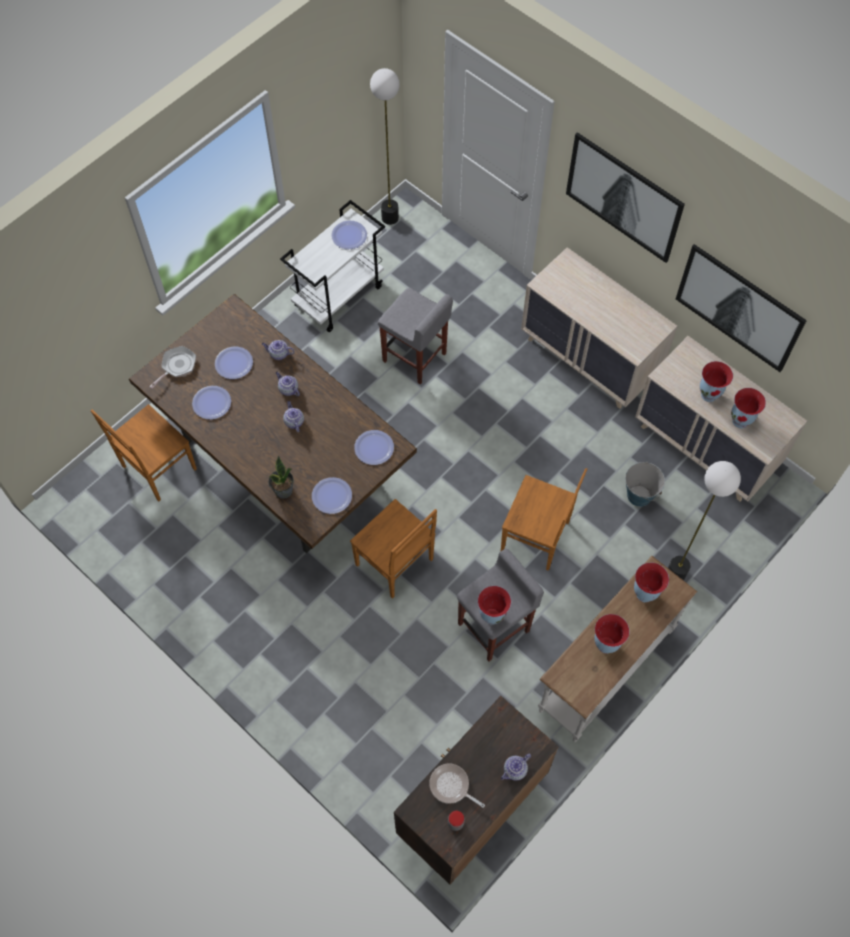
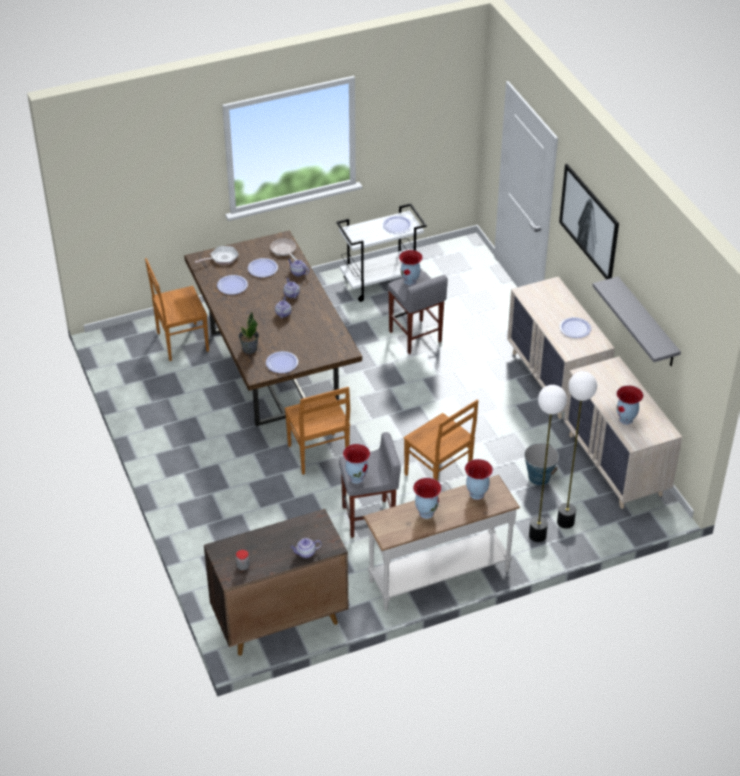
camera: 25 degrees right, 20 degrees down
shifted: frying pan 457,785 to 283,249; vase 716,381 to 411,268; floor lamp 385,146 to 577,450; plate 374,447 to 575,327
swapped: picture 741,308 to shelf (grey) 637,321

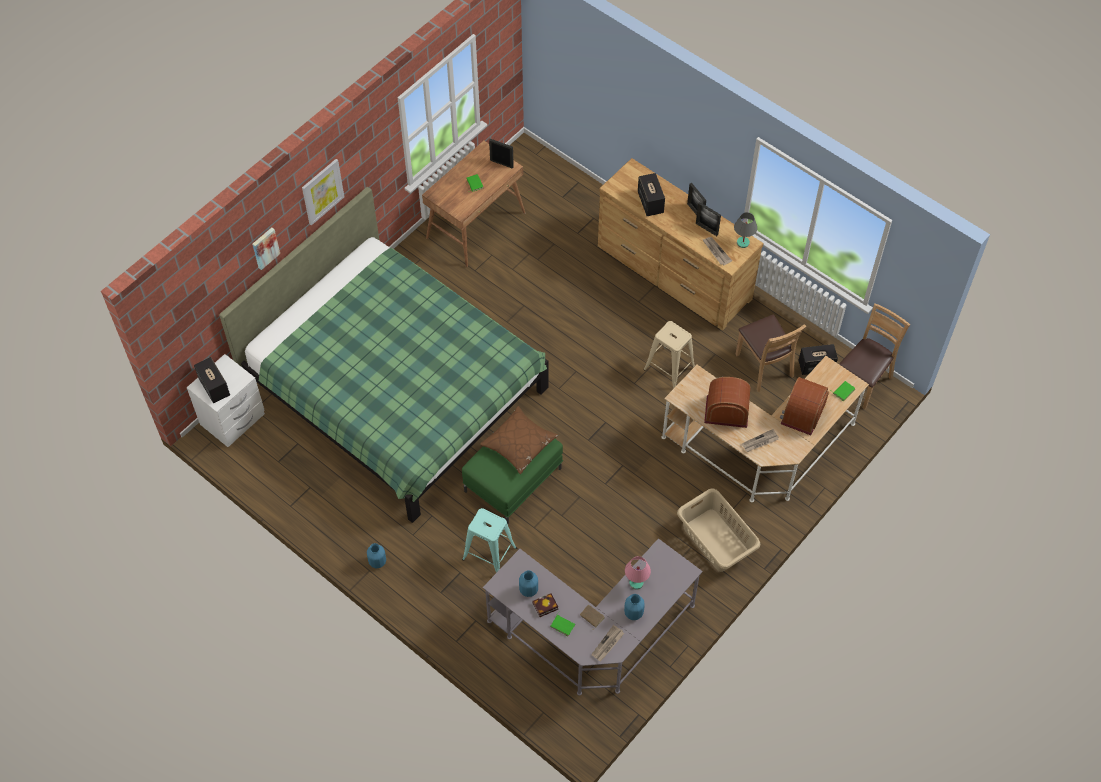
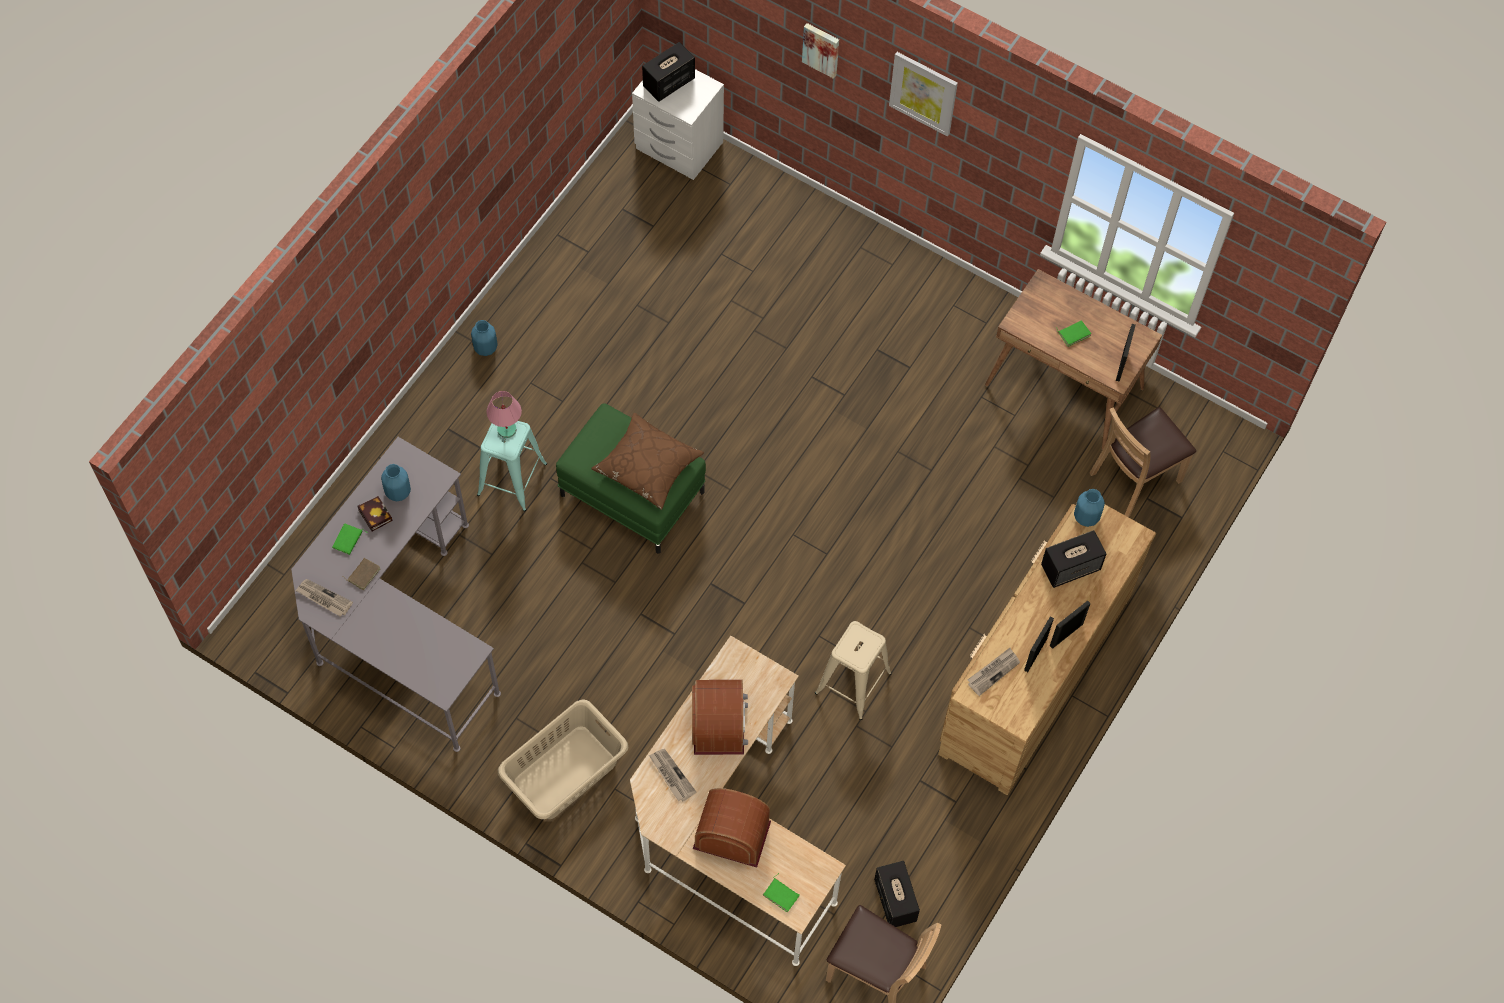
camera: 80 degrees right, 5 degrees up
gone: bed (green) 384,355; table lamp (grey) 745,230
shifted: table lamp (pink) 638,573 to 504,414; vase (blue) 634,607 to 1089,508; chair (brown) 771,353 to 1143,462

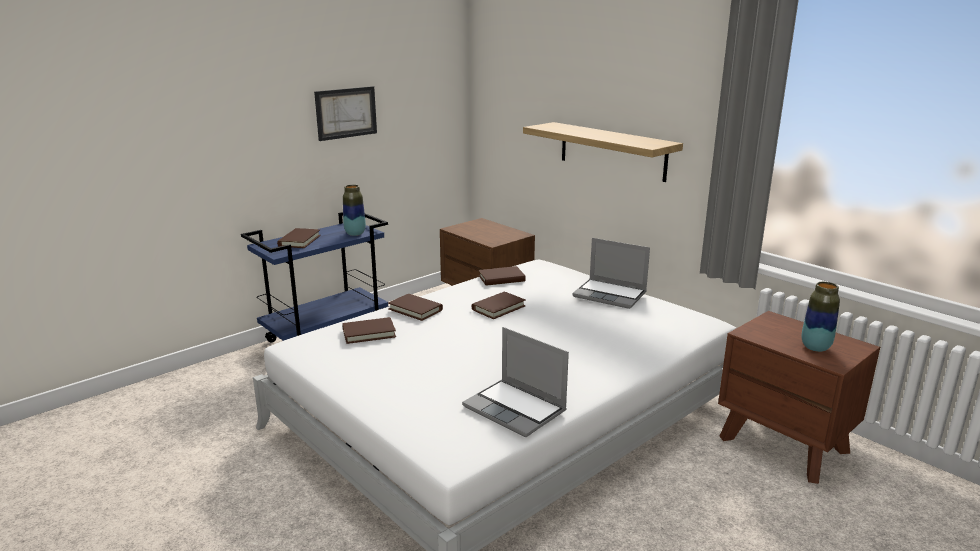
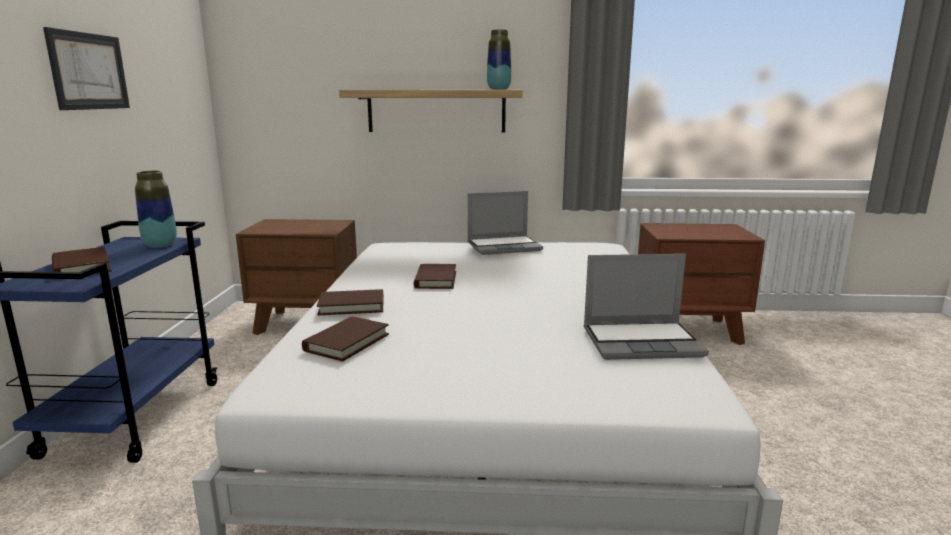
camera: 45 degrees left, 5 degrees down
gone: book (brown) 502,276
shifted: vase 821,317 to 499,59

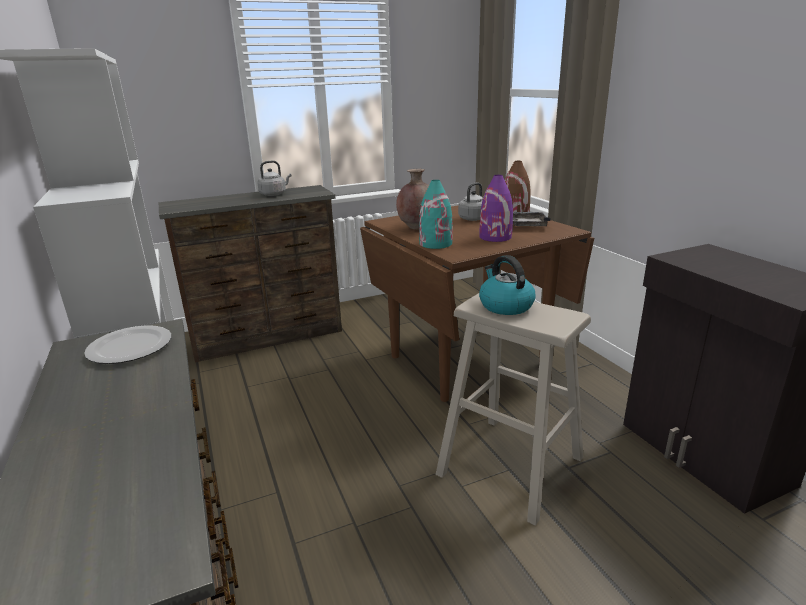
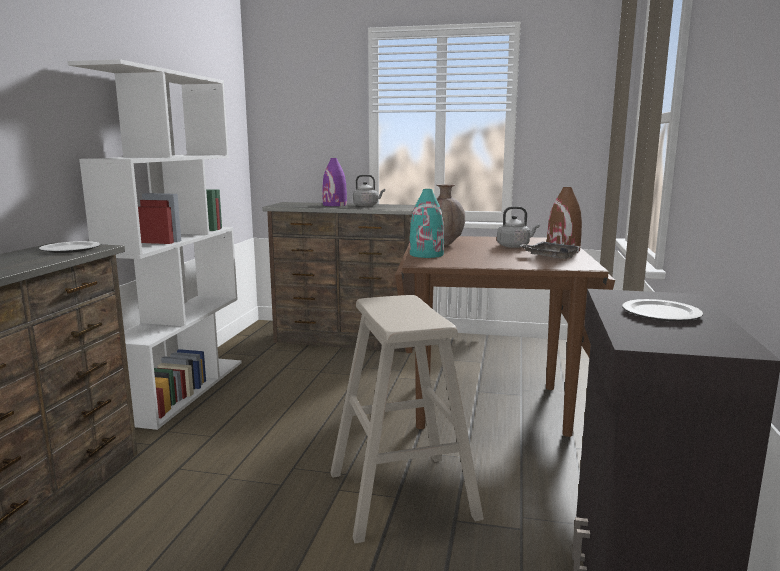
camera: 35 degrees right, 10 degrees down
gone: kettle 507,285
new: plate 662,310
shifted: vase (purple) 496,208 to 334,182

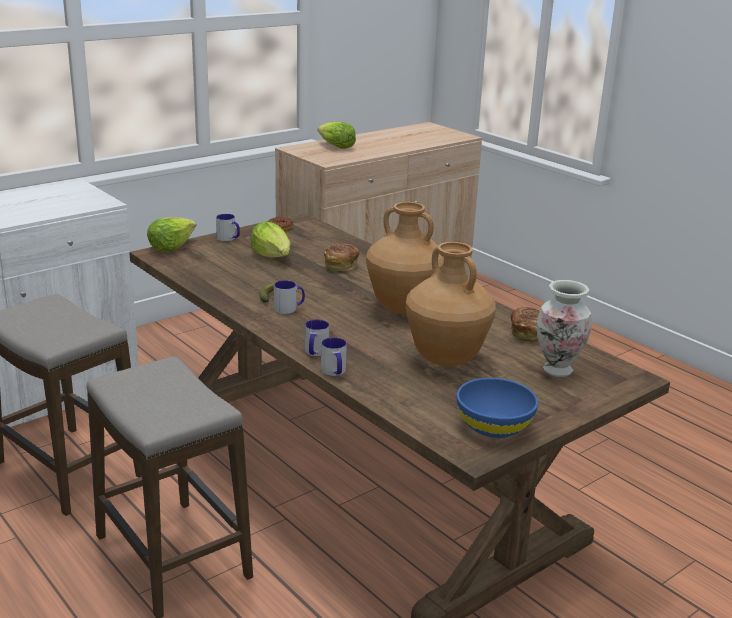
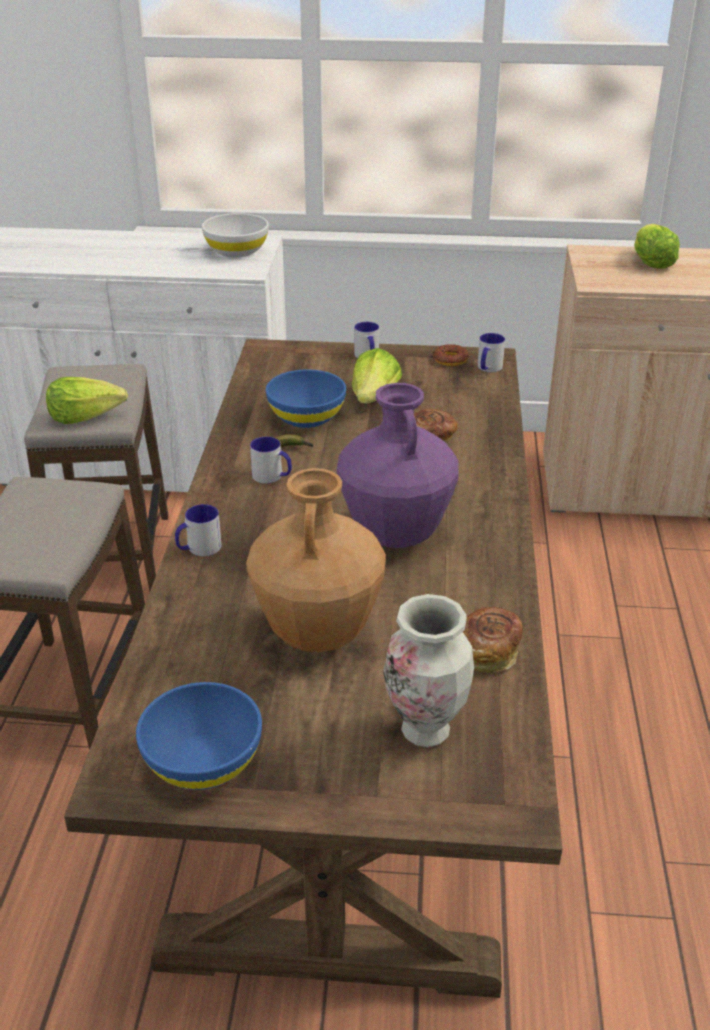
camera: 45 degrees right, 10 degrees up
new: bowl (white) 235,235; bowl (blue) 306,398
shifted: lettuce 171,234 to 87,400; mug 334,356 to 491,352
repainted: vase (brown) 405,258 to vase (purple) 398,465

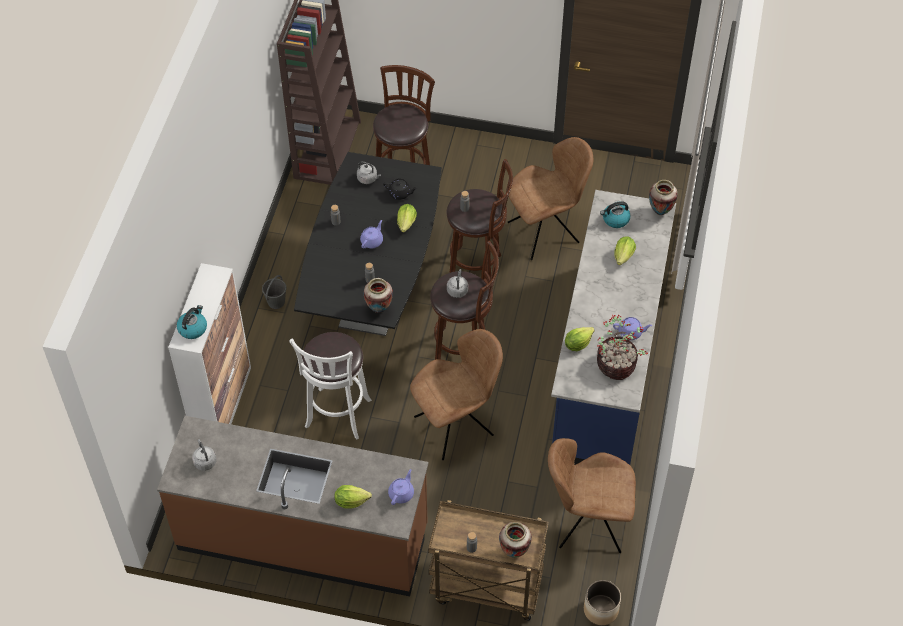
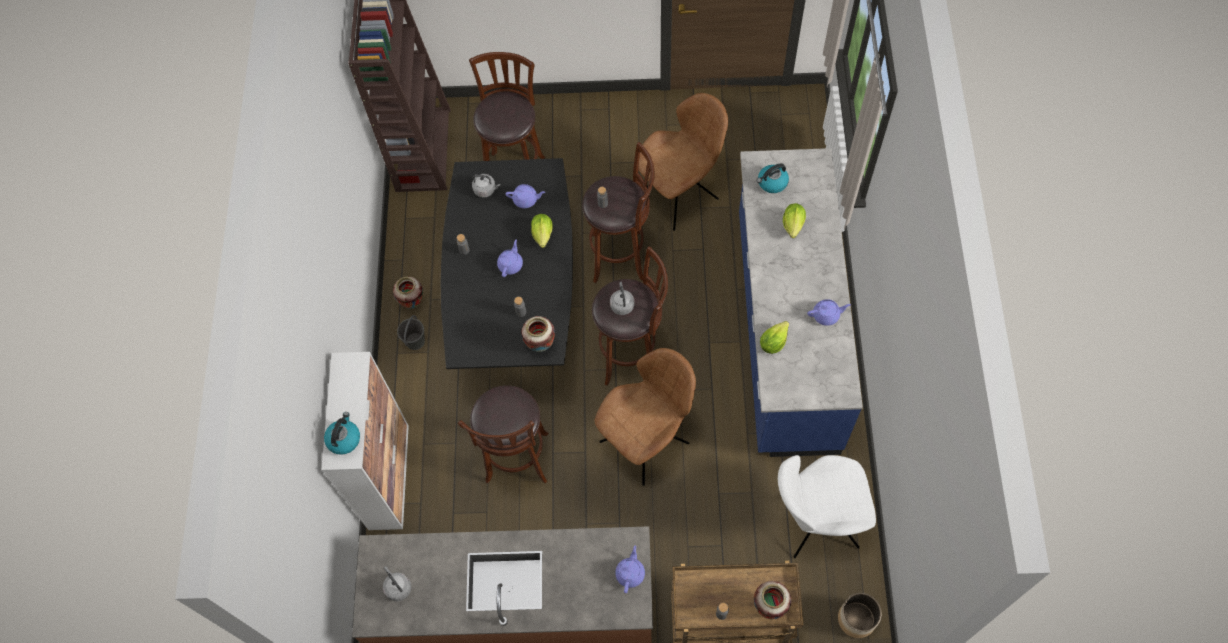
camera: 10 degrees left, 10 degrees up
gone: lettuce 353,497; potted plant 622,347
shifted: vase 663,197 to 408,292
repainted: stool (white) 330,386 to stool (brown) 503,434; teapot (black) 400,189 to teapot (purple) 525,196; chair (brown) 592,495 to chair (white) 827,506

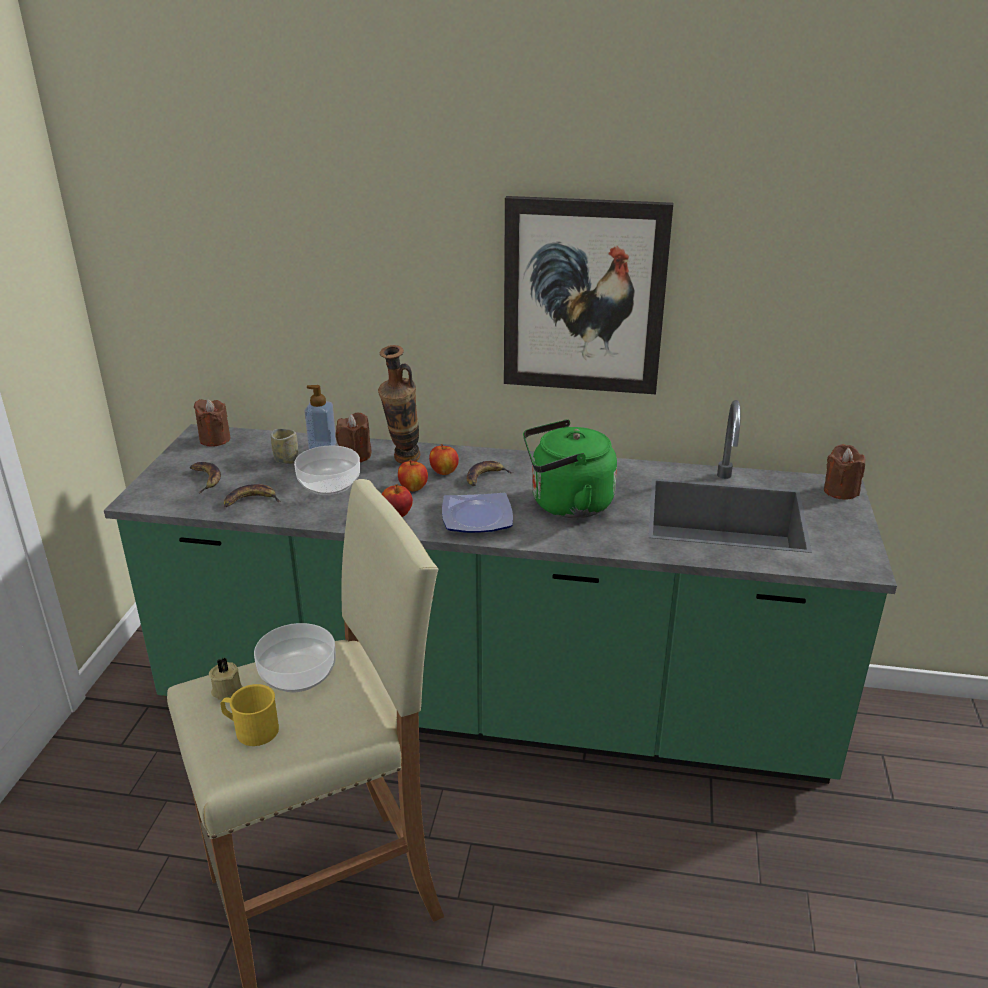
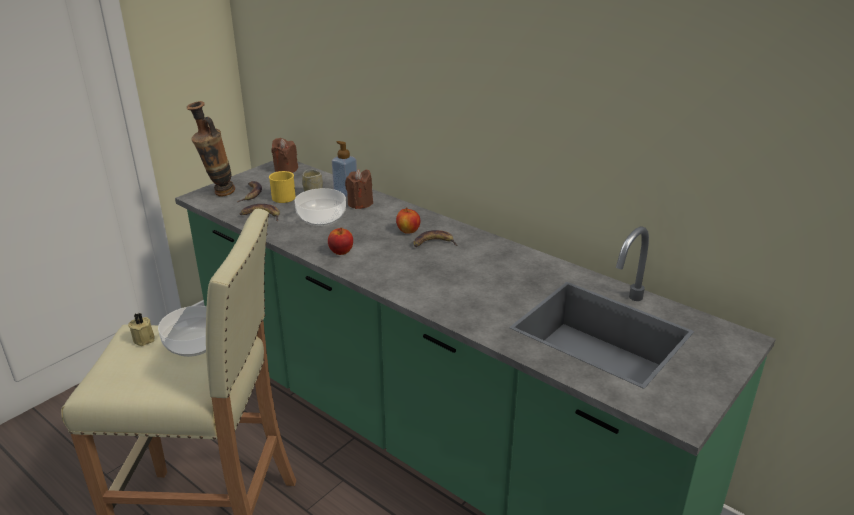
camera: 30 degrees right, 0 degrees up
gone: apple 413,475; plate 477,513; picture 588,295; kettle (green) 570,469; candle (brown) 844,471
shifted: vase 399,404 to 211,148; mug (yellow) 249,715 to 282,187

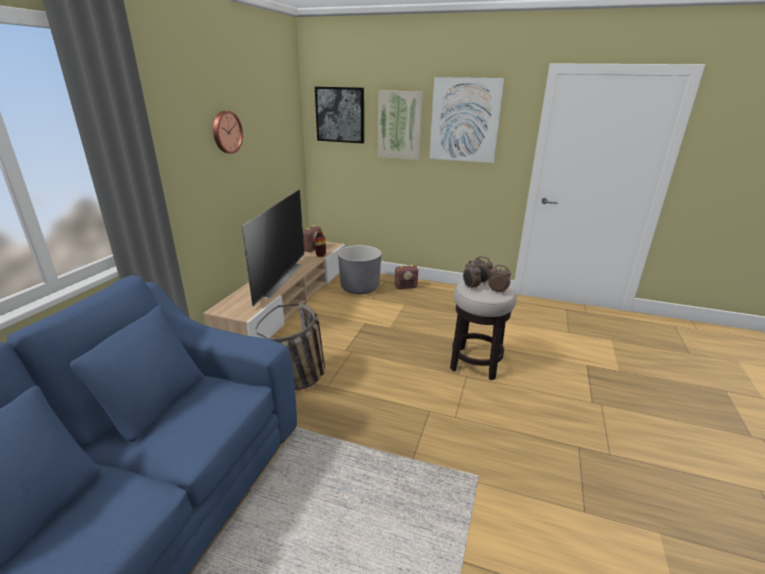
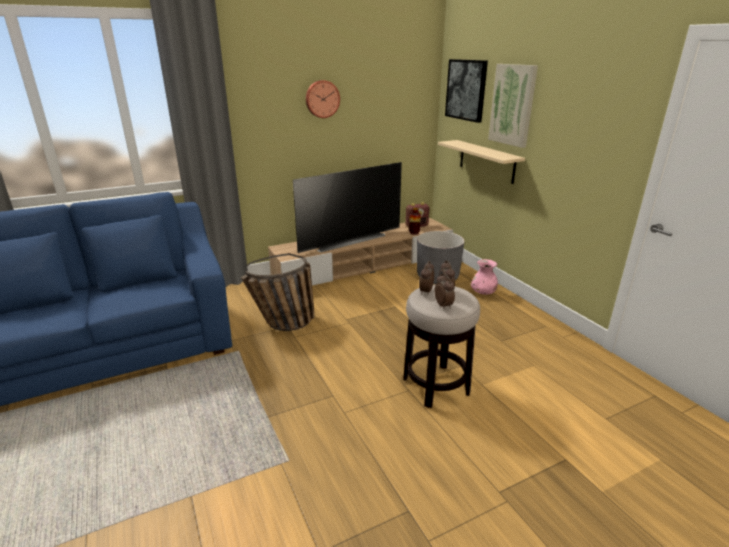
camera: 45 degrees right, 0 degrees up
gone: picture 467,120
new: shelf (beige) 481,162
swapped: radio 406,277 to vase (pink) 484,277

